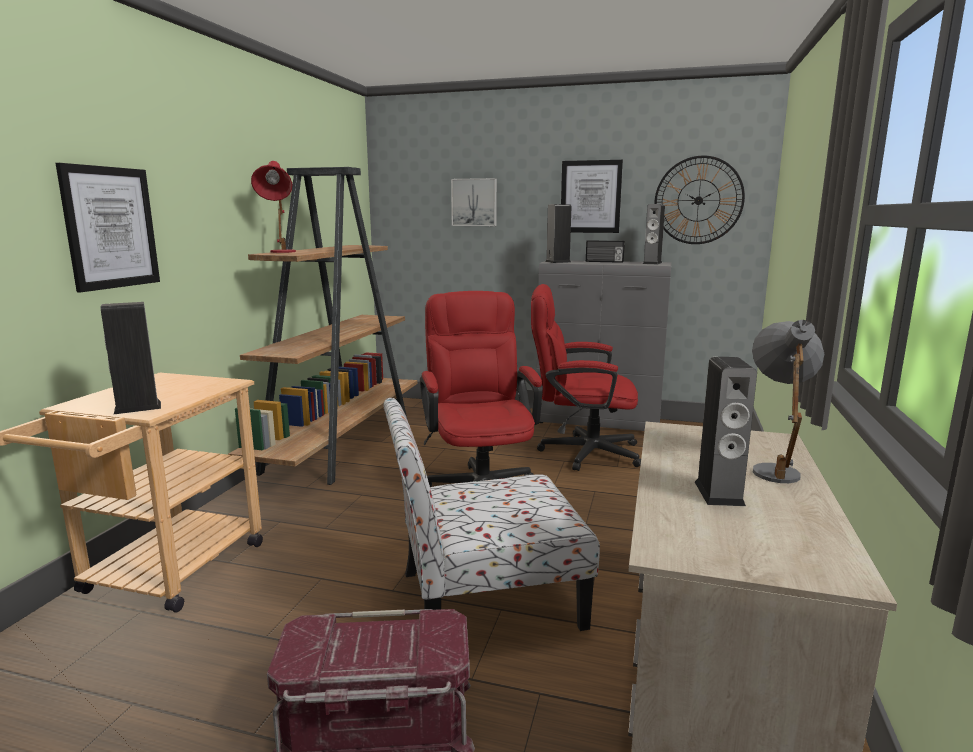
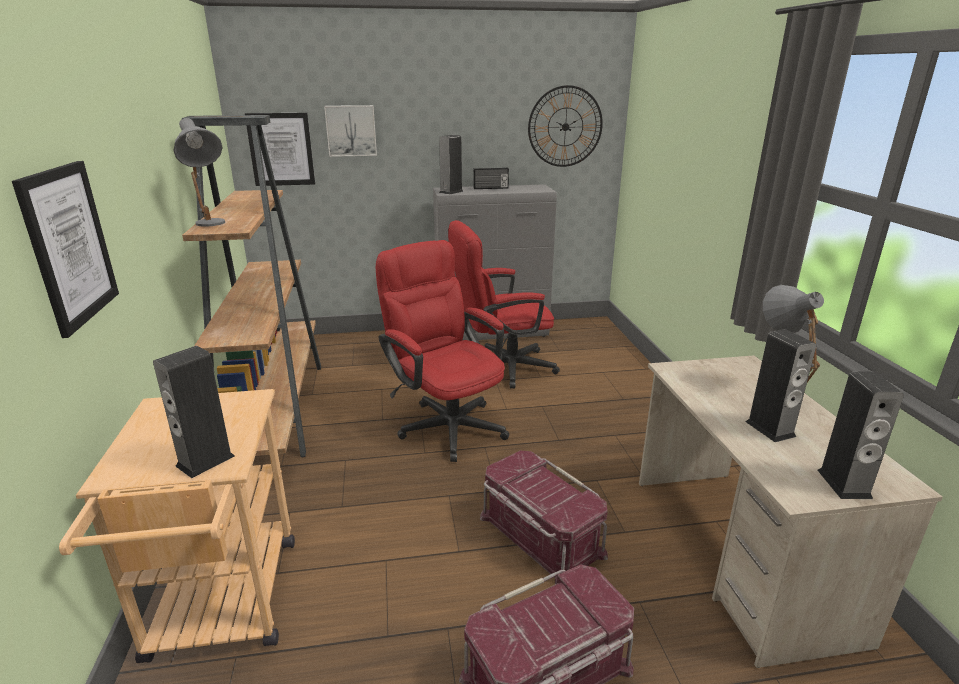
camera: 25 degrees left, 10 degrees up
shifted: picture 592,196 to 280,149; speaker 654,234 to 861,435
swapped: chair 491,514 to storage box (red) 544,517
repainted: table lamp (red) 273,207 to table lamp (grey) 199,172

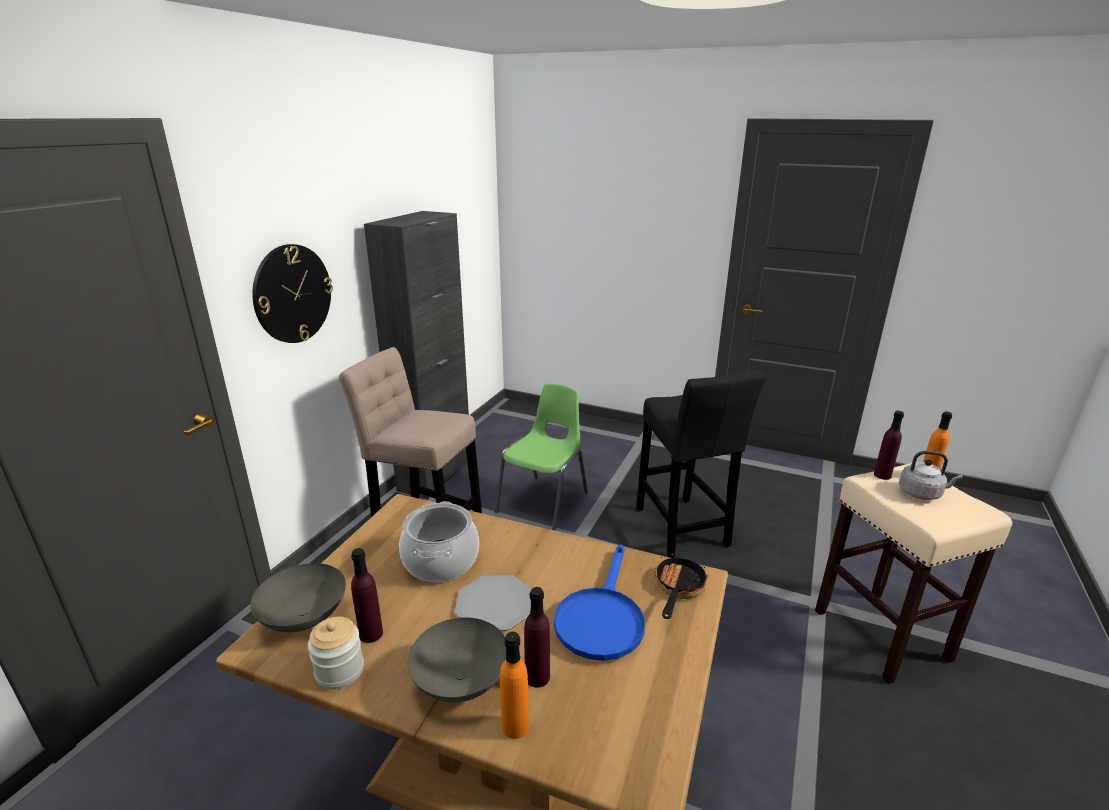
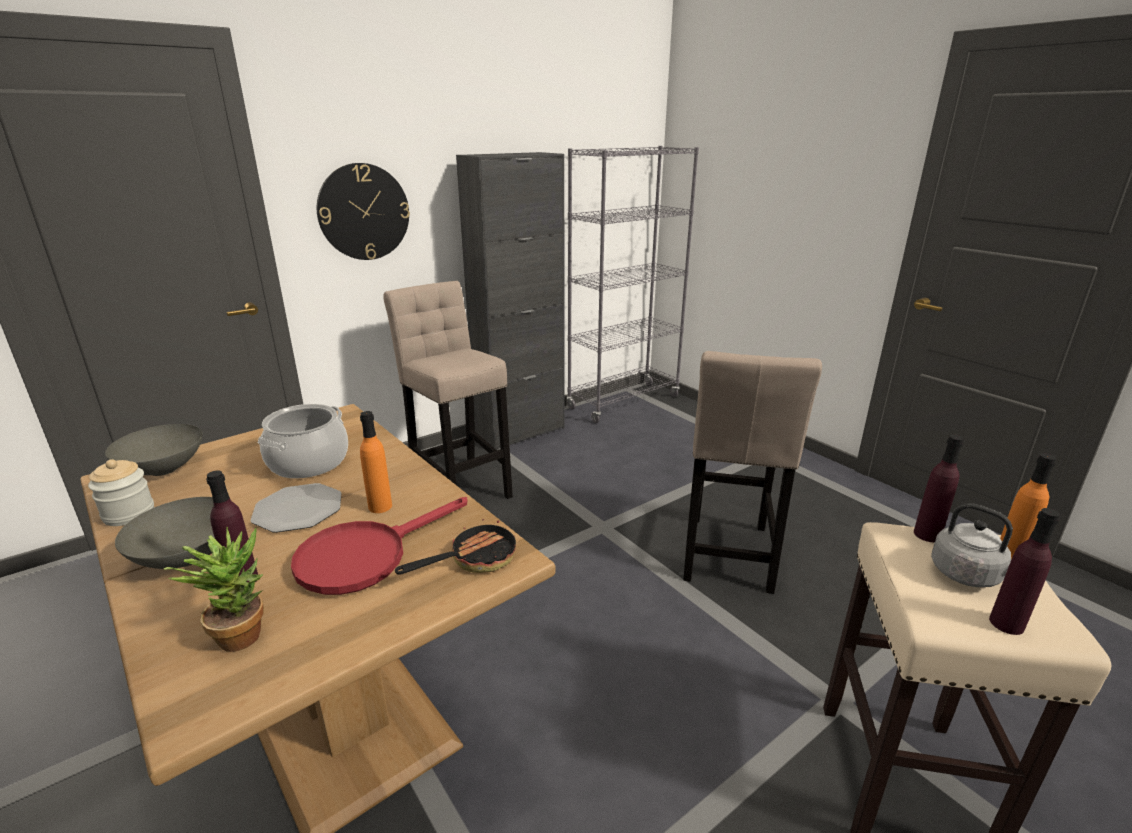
camera: 30 degrees right, 0 degrees up
gone: chair (green) 541,457
new: potted plant 213,589; bookcase (grey) 633,284
shifted: bottle (orange) 514,685 to 376,462; bottle (purple) 367,595 to 1024,571
repainted: frying pan (blue) 599,603 to frying pan (red) 379,546; stool (black) 701,464 to stool (beige) 752,472

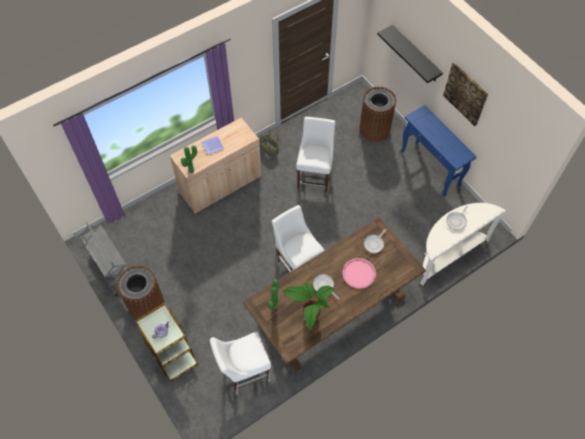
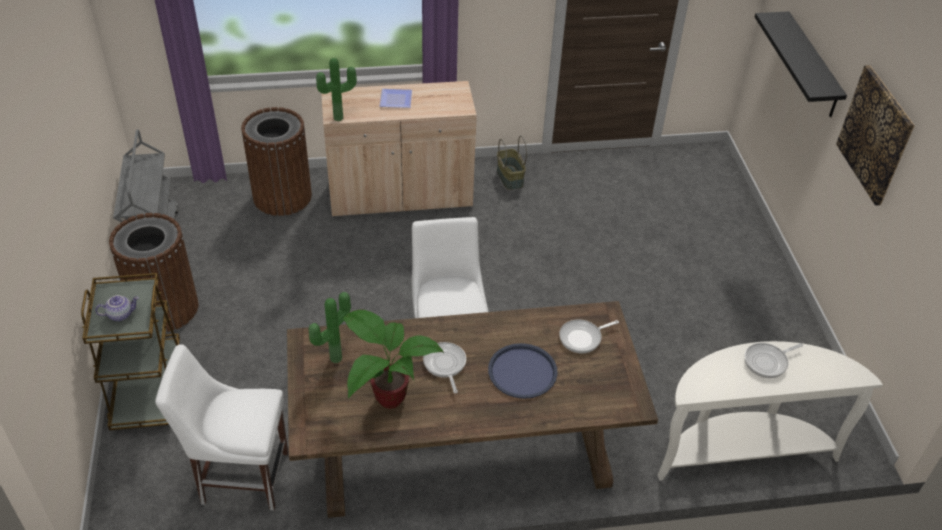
camera: 25 degrees right, 15 degrees down
gone: chair (white) 315,155; console table (blue) 439,151
shifted: trash can (brown) 377,114 to 276,161
repainted: tray (pink) 359,273 to tray (blue) 523,371

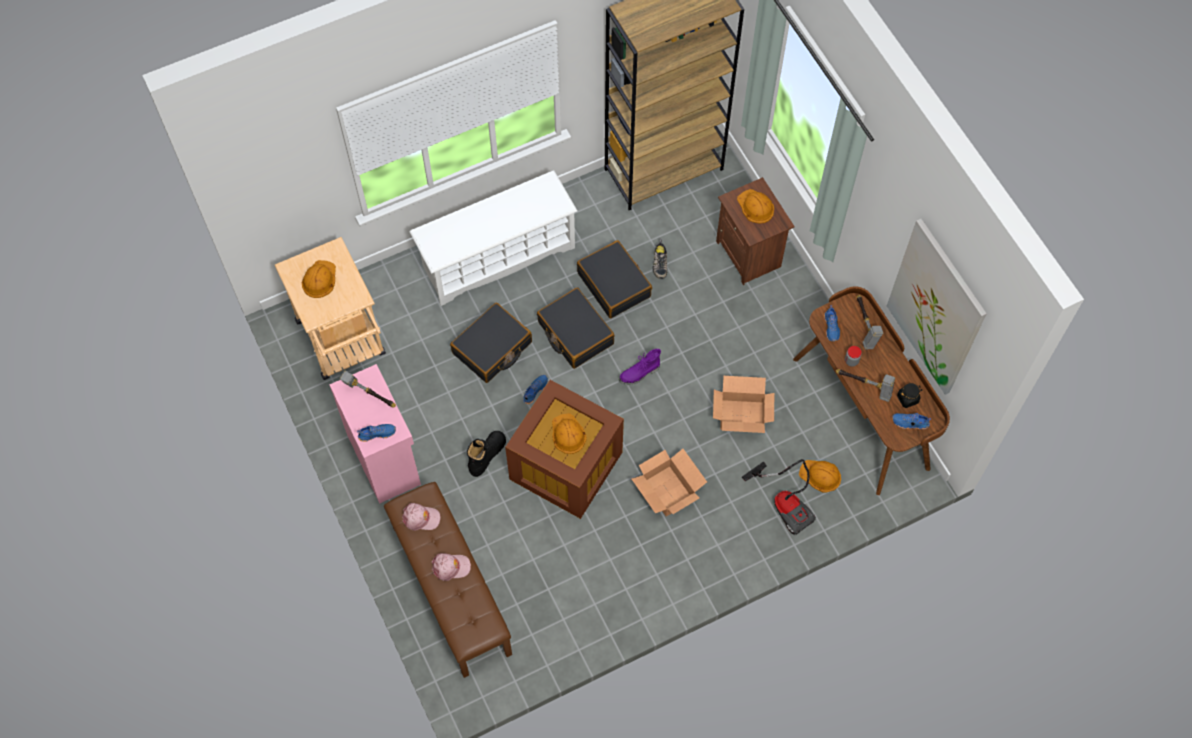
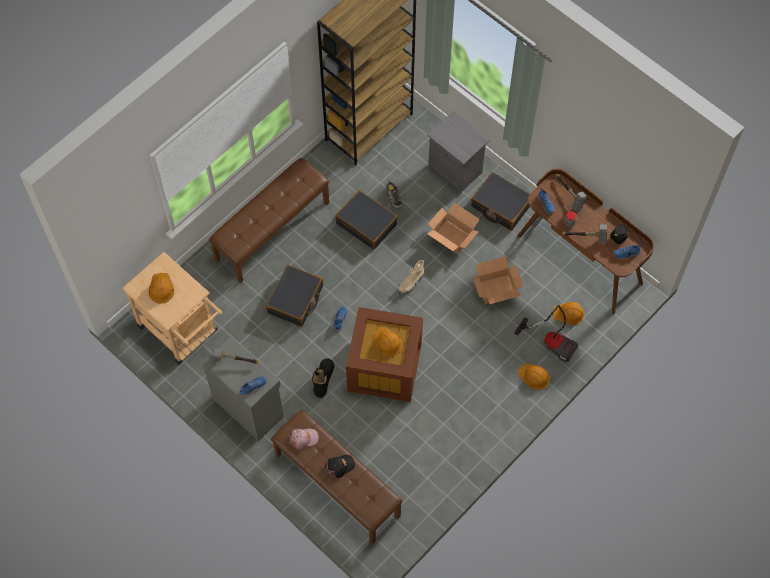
camera: 20 degrees left, 0 degrees up
gone: picture 937,307
shifted: cardboard box 669,482 to 454,228; suitcase (black) 576,328 to 500,201; hard hat (orange) 755,206 to 534,376
swapped: shoe rack (white) 493,238 to bench (brown) 269,220
repainted: cabinet (pink) 375,434 to cabinet (grey) 243,389; cap (pink) 451,567 to cap (black) 340,466; boot (purple) 640,367 to boot (beige) 411,277; nightstand (brown) 755,231 to nightstand (grey) 458,152

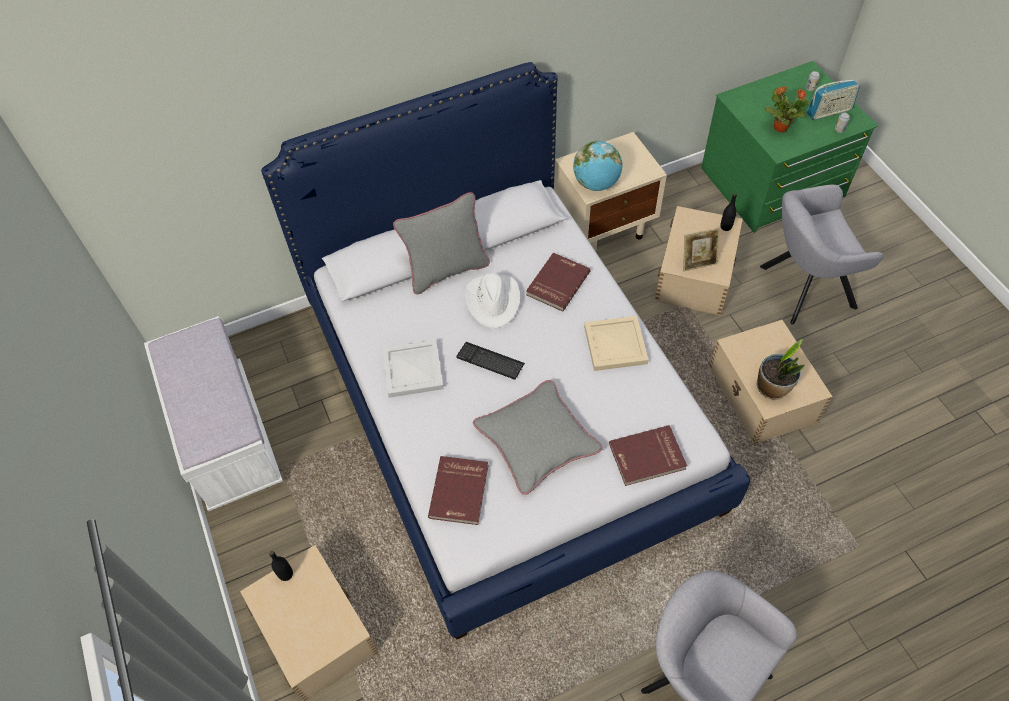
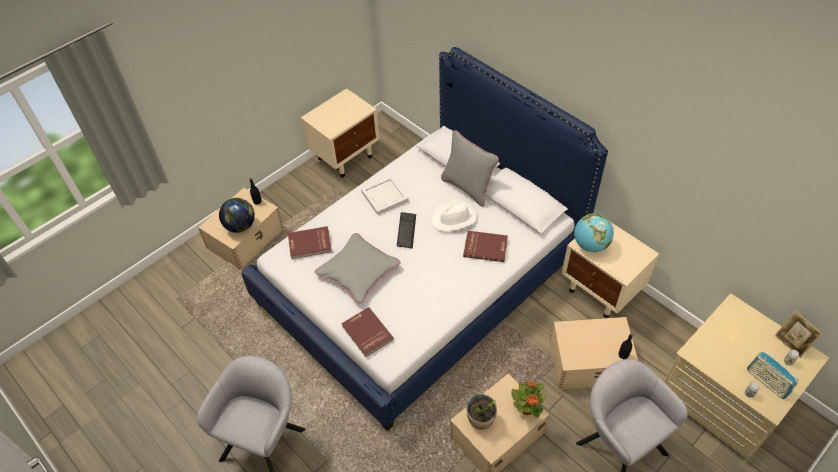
camera: 70 degrees right, 5 degrees down
gone: tray (beige) 616,343
new: globe 237,215
shifted: potted plant 787,109 to 528,399; picture frame 701,249 to 798,334
swapped: bench (white) 213,413 to nightstand (beige) 340,132
repainted: dresser (green) 789,147 to dresser (beige) 747,378

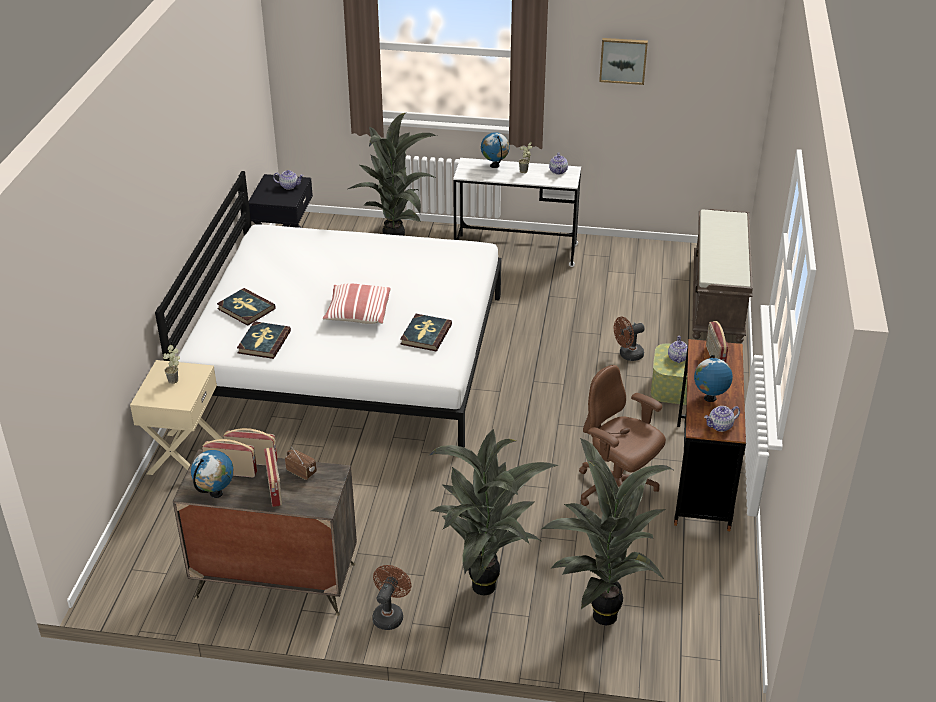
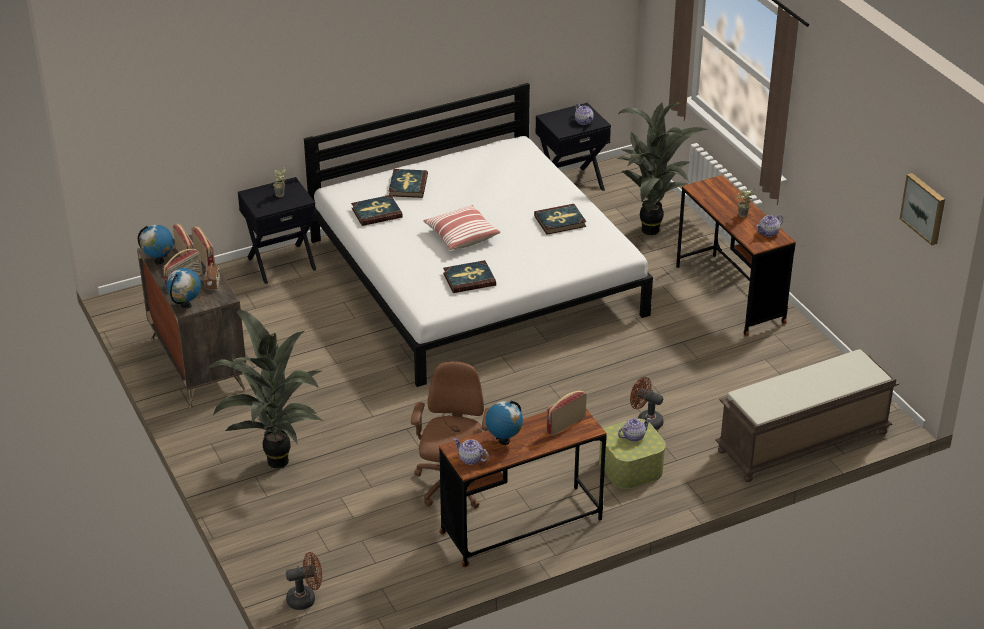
camera: 55 degrees right, 0 degrees up
gone: potted plant 608,531
new: book 560,219
shifted: globe 495,150 to 183,288; fan (brown) 391,597 to 304,581; picture 623,61 to 922,209
repainted: nightstand (beige) 176,417 to nightstand (black) 277,230; desk (white) 517,212 to desk (brown) 736,255

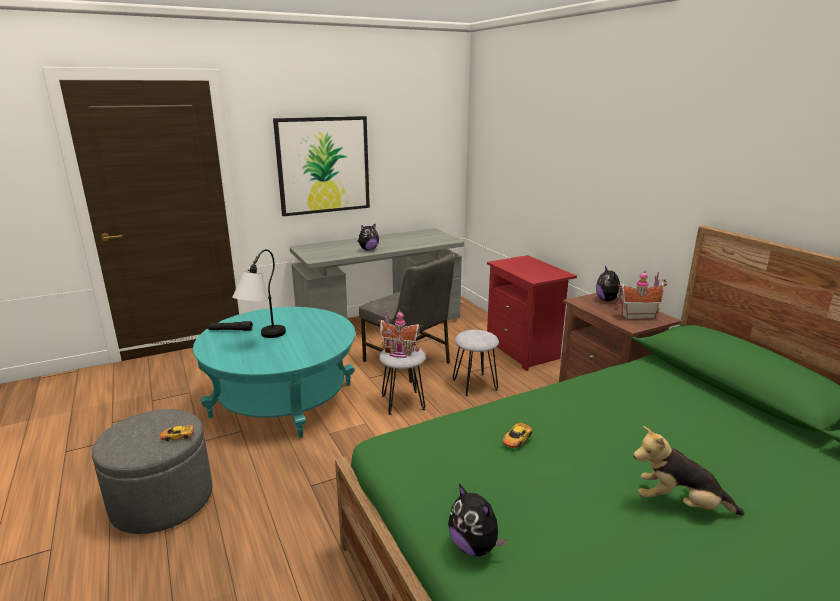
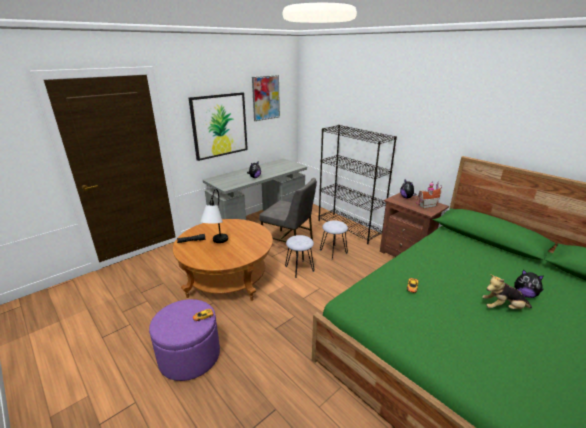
camera: 15 degrees left, 5 degrees up
gone: toy house 400,334
new: picture 266,98
shifted: plush toy 478,520 to 529,283
swapped: nightstand (red) 532,313 to bookcase (black) 357,184
repainted: ottoman (grey) 152,471 to ottoman (purple) 184,340; coffee table (turquoise) 274,372 to coffee table (brown) 223,260

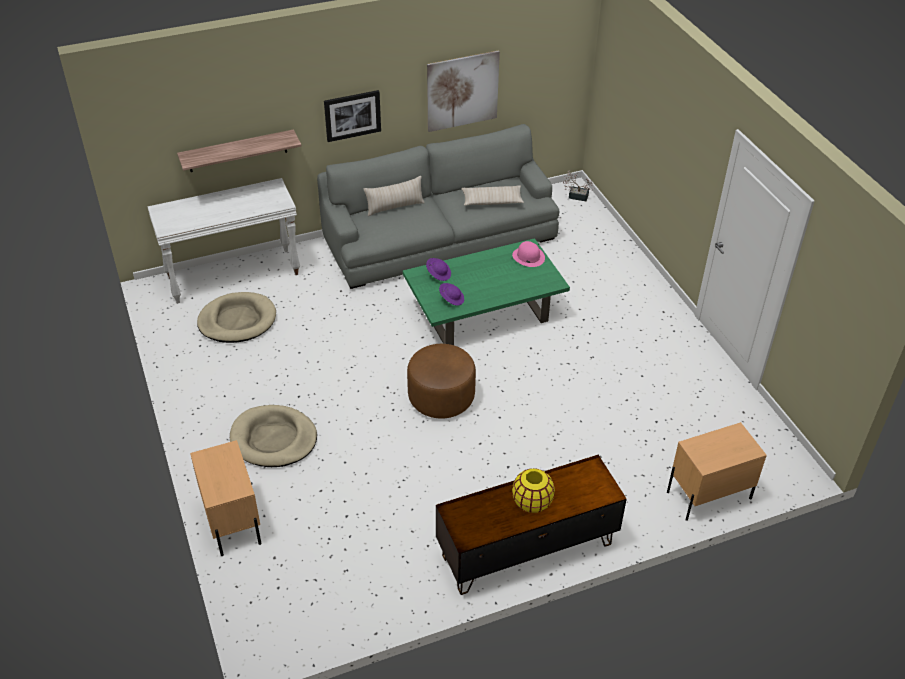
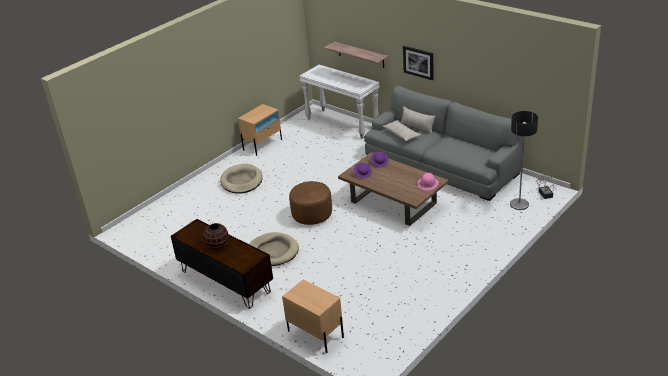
camera: 65 degrees right, 10 degrees down
gone: picture 463,91
new: floor lamp 524,160
shifted: nightstand (beige) 225,498 to 260,130; dog bed (beige) 236,317 to 274,249; pillow (beige) 493,195 to 402,130
repainted: vase (yellow) 533,490 to vase (black) 216,236; coffee table (green) 486,291 to coffee table (brown) 393,189

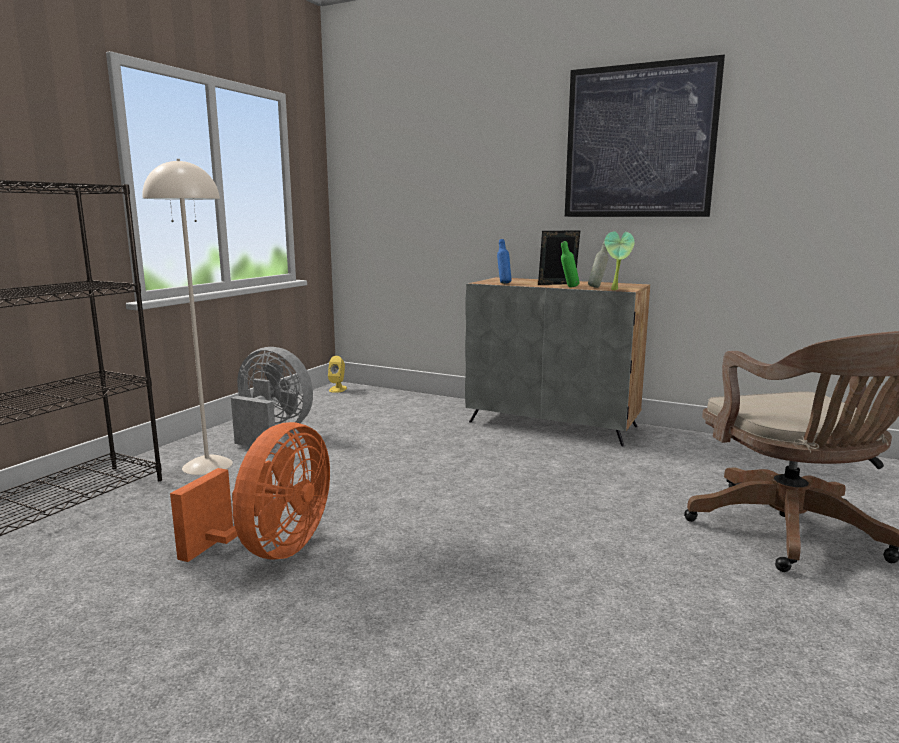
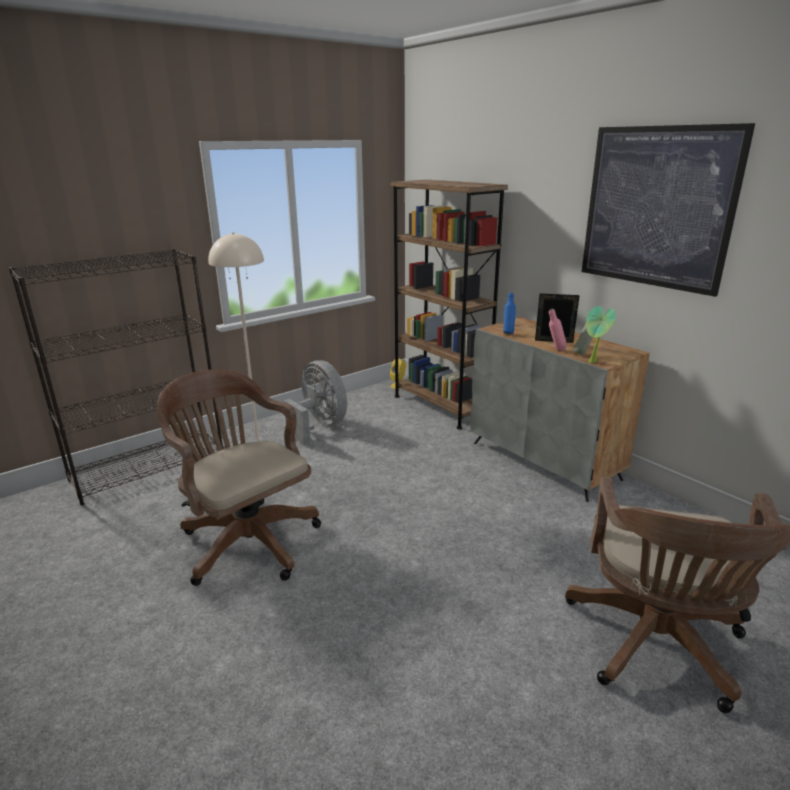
camera: 25 degrees right, 10 degrees up
new: bookcase (brown) 449,305
swapped: fan (orange) 250,492 to office chair (brown) 239,477
repainted: bottle (green) 570,264 to bottle (pink) 558,330

